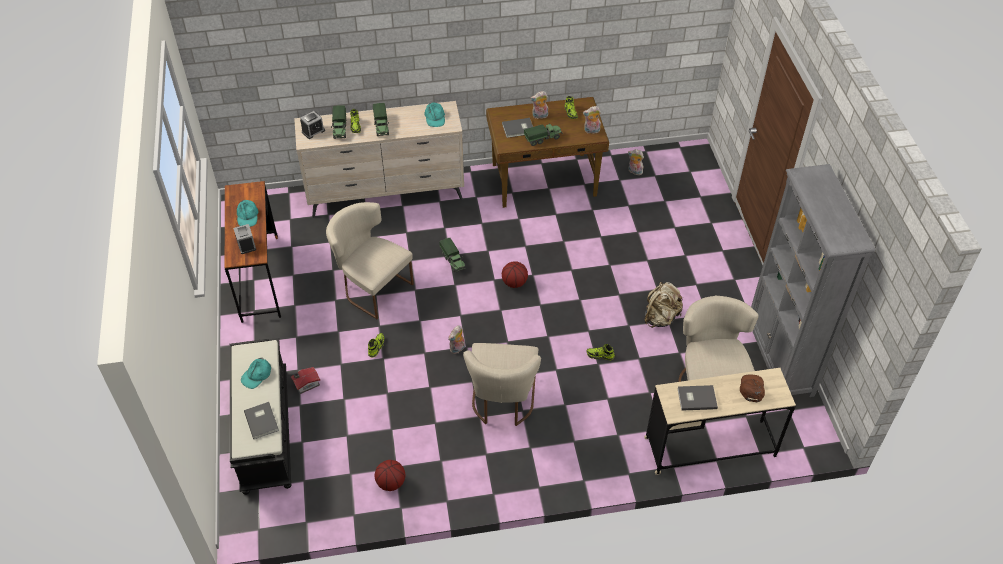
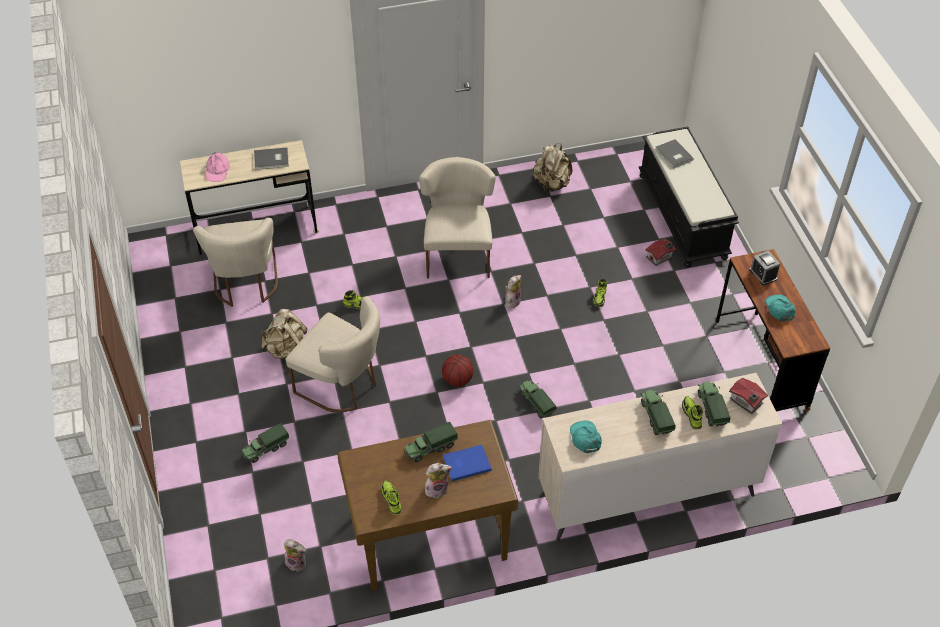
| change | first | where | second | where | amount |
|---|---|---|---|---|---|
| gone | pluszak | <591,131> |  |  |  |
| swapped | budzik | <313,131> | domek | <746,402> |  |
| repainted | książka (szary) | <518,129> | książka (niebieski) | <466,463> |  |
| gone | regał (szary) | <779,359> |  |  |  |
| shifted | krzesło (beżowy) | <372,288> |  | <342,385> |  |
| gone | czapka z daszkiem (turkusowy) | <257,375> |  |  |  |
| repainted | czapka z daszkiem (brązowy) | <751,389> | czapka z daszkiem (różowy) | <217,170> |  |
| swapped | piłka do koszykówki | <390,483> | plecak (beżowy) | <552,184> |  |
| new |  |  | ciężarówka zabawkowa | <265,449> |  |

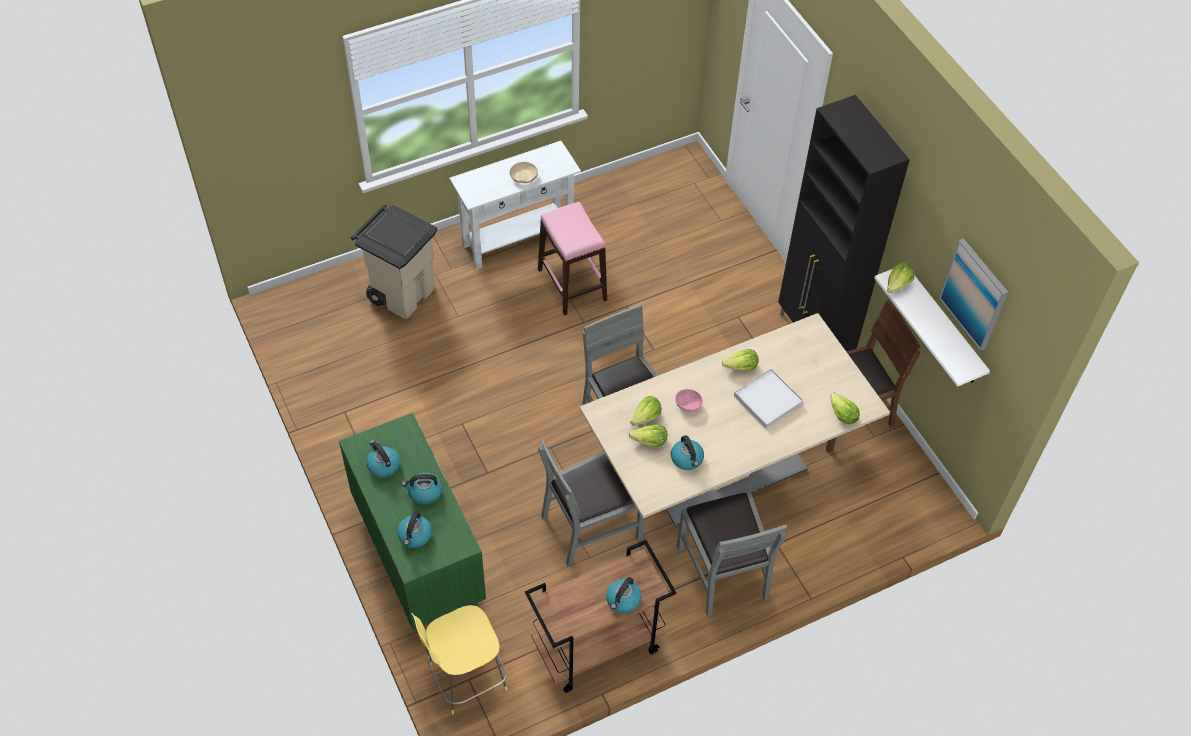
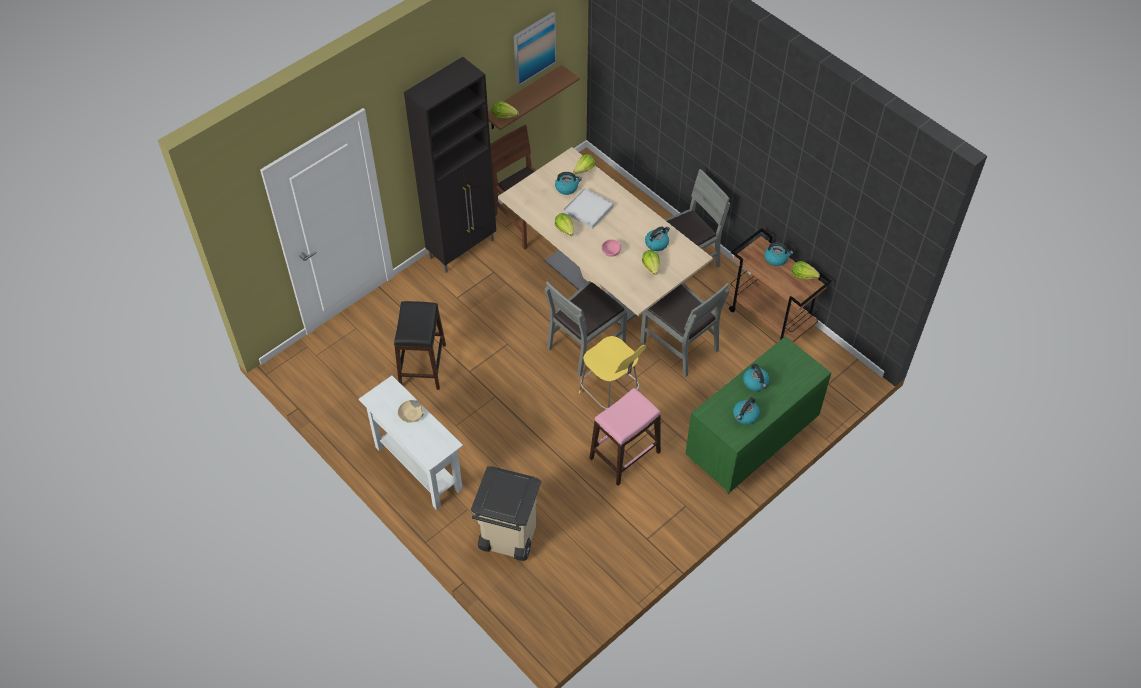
| change | first | where | second | where | amount |
|---|---|---|---|---|---|
| shifted | stołek (różowy) | <571,285> |  | <625,455> |  |
| repainted | półka (biały) | <942,327> | półka (brązowy) | <523,98> |  |
| shifted | sałata | <646,417> |  | <803,275> |  |
| shifted | czajnik | <415,536> |  | <567,187> |  |
| shifted | stołek (żółty) | <465,677> |  | <610,395> |  |
| new |  |  | stołek (czarny) | <422,366> |  |

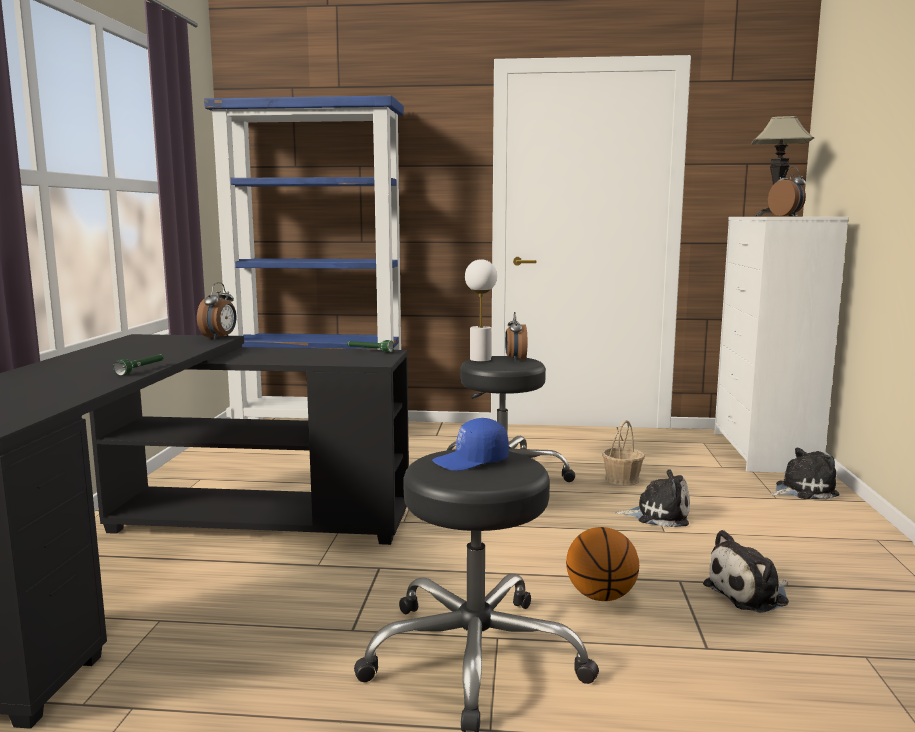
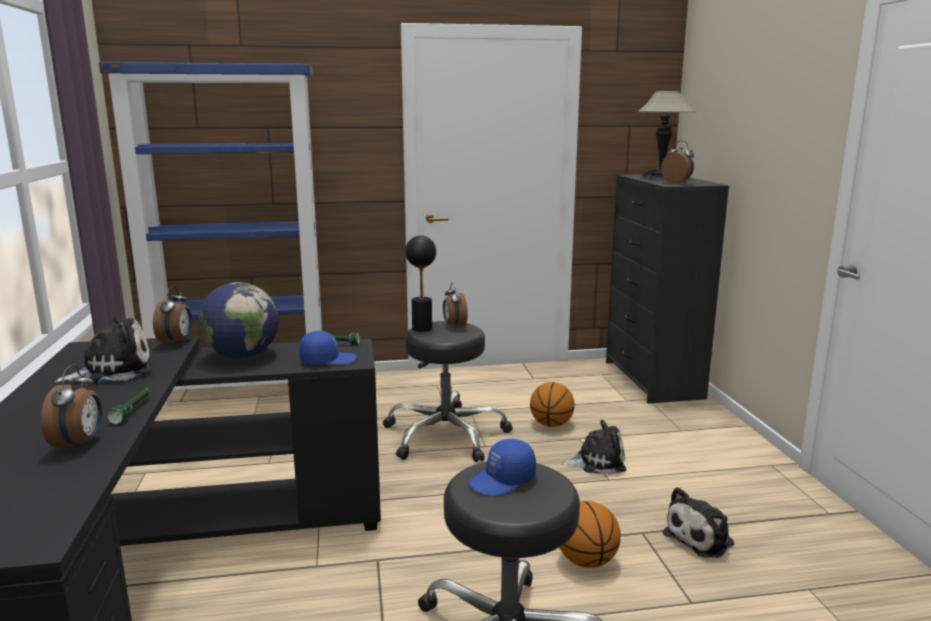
| change | first | where | second | where | amount |
|---|---|---|---|---|---|
| repainted | komoda (biały) | <764,452> | komoda (czarny) | <653,380> |  |
| repainted | lampa stołowa (biały) | <480,359> | lampa stołowa (czarny) | <422,328> |  |
| swapped | koszyk | <622,479> | piłka do koszykówki | <551,424> |  |
| shifted | pluszak | <802,490> |  | <113,371> |  |
| new |  |  | globus | <242,356> |  |
| new |  |  | czapka z daszkiem (niebieski) | <328,360> |  |
| new |  |  | budzik | <79,444> |  |

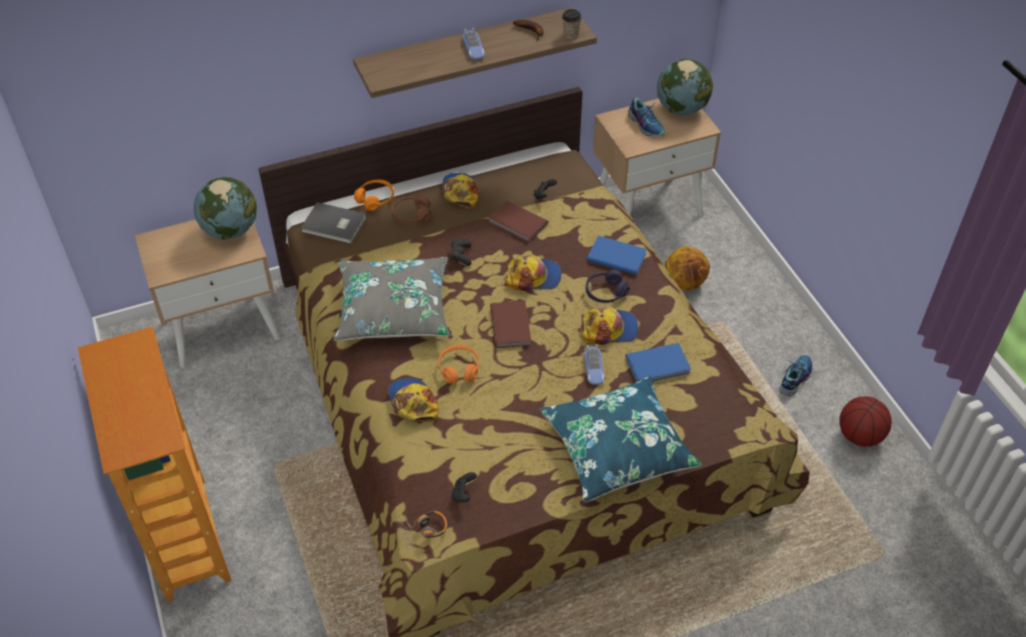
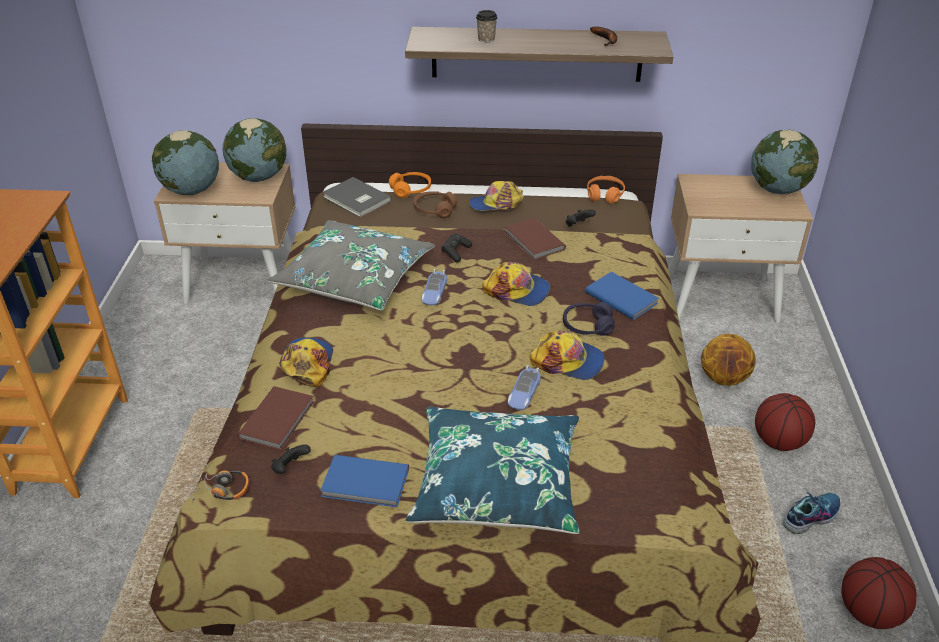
| change | first | where | second | where | amount |
|---|---|---|---|---|---|
| shifted | filiżanka | <571,34> |  | <486,39> |  |
| shifted | samochodzik | <473,48> |  | <434,292> |  |
| gone | but | <646,124> |  |  |  |
| rotated | czapka z daszkiem | <460,192> |  | <496,204> | 120 degrees counterclockwise |
| shifted | książka (brązowy) | <512,325> |  | <279,419> |  |
| shifted | książka (niebieski) | <659,366> |  | <366,484> |  |
| shifted | słuchawki (pomarańczowy) | <459,369> |  | <605,195> |  |
| new |  |  | globus | <191,191> |  |
| new |  |  | piłka do koszykówki | <779,441> |  |

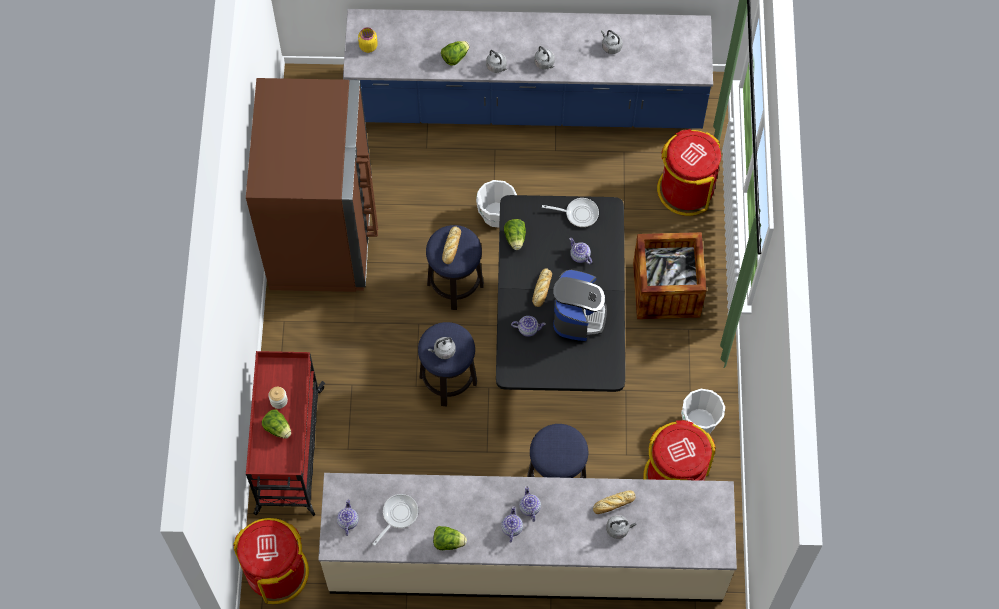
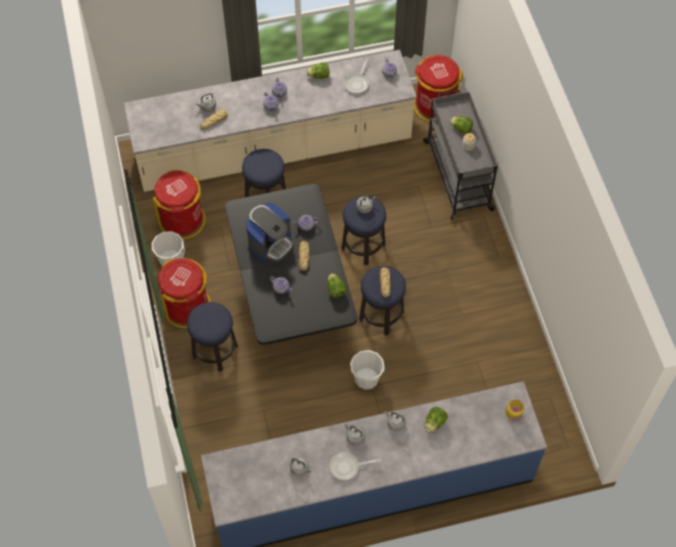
| change | first | where | second | where | amount |
|---|---|---|---|---|---|
| gone | lodówka (brązowy) | <322,234> |  |  |  |
| shifted | kosz na śmieci (czerwony) | <686,189> |  | <187,307> |  |
| shifted | patelnia | <578,213> |  | <347,467> |  |
| swapped | skrzynka | <666,289> | stołek | <215,351> |  |
| rotated | ekspres do kawy | <578,316> |  | <271,243> | 135 degrees counterclockwise |
| repainted | wózek (czerwony) | <289,452> | wózek (szary) | <457,174> |  |

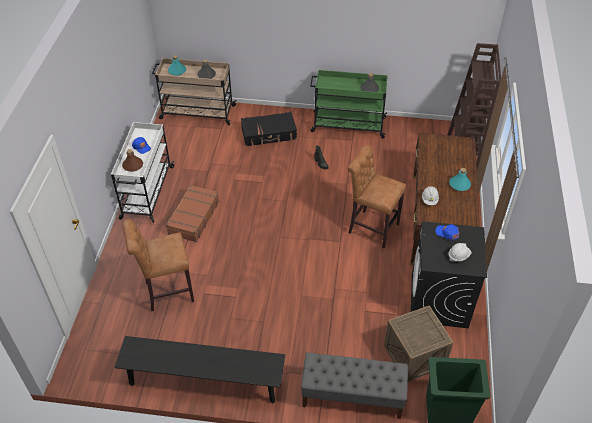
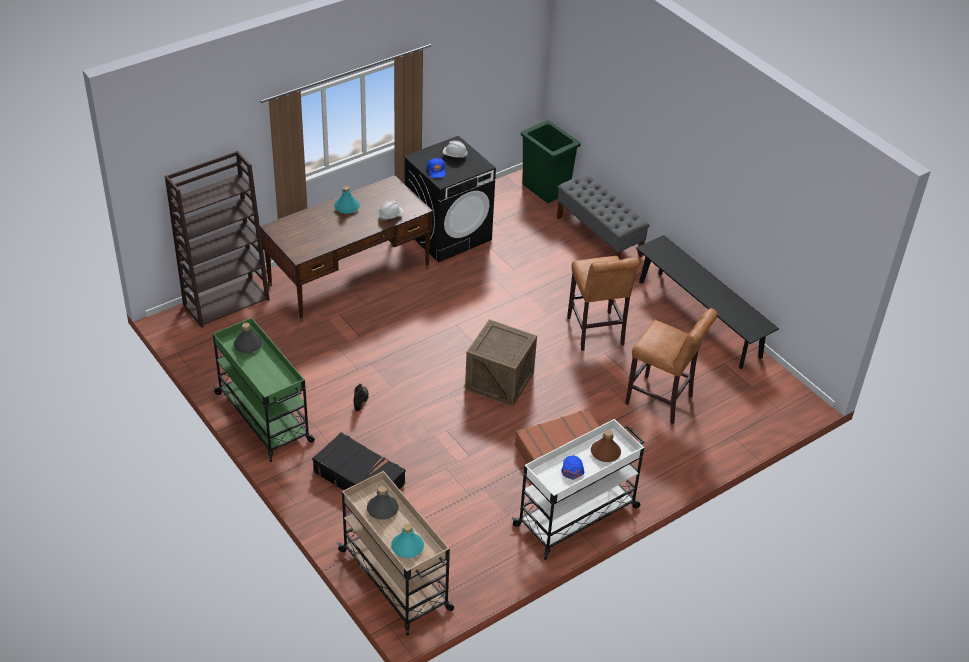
| change | first | where | second | where | amount |
|---|---|---|---|---|---|
| shifted | stołek (brązowy) | <371,227> |  | <596,333> |  |
| shifted | skrzynka | <414,356> |  | <499,381> |  |

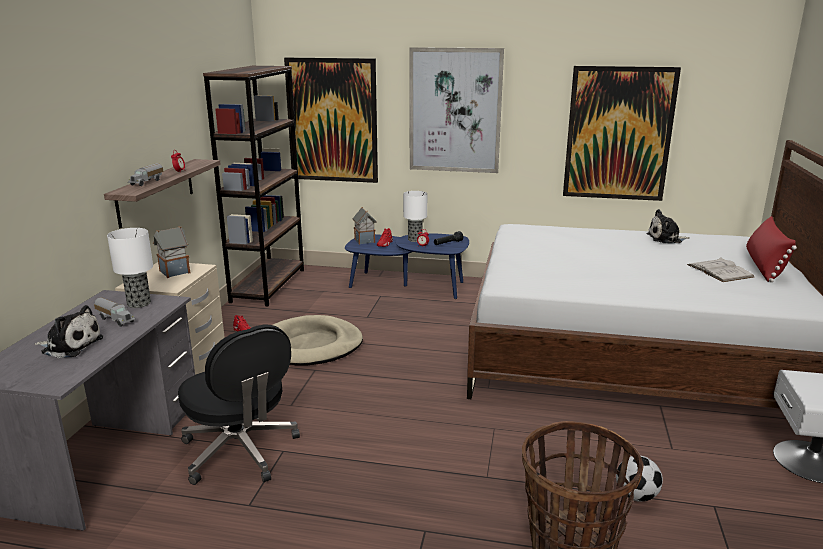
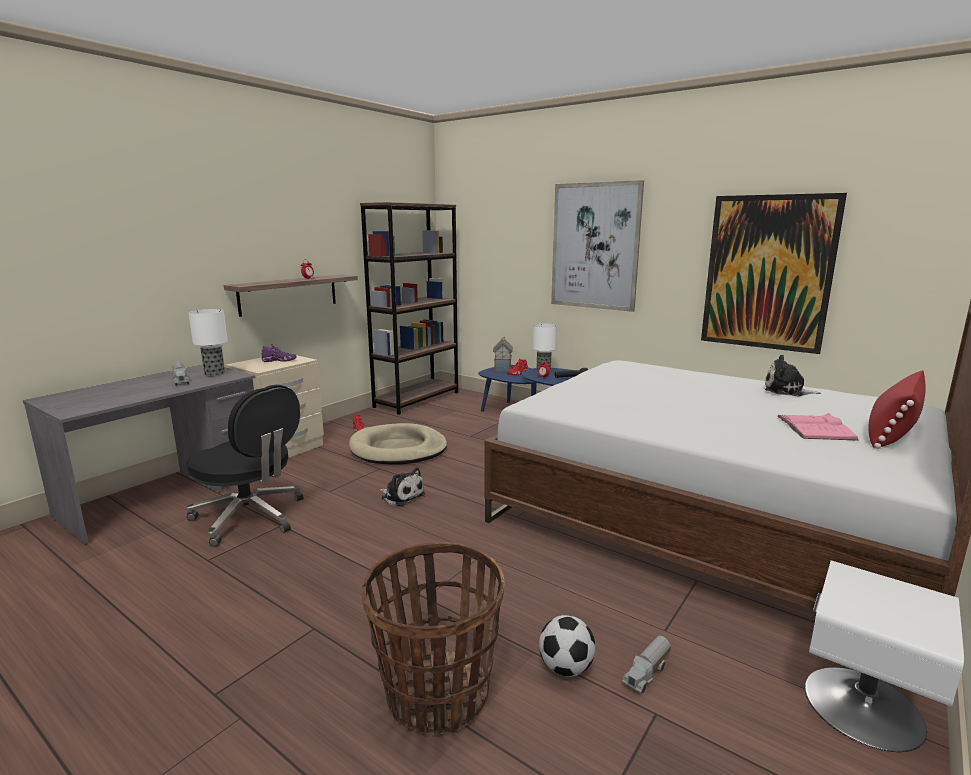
| change | first | where | second | where | amount |
|---|---|---|---|---|---|
| gone | obraz | <332,121> |  |  |  |
| shifted | ciężarówka zabawkowa | <147,182> |  | <647,674> |  |
| swapped | domek | <174,272> | but (fioletowy) | <279,360> |  |
| repainted | książka (biały) | <720,271> | książka (różowy) | <815,427> |  |
| shifted | pluszak | <70,345> |  | <401,496> |  |
| rotated | krzesło biurowe (czarny) | <240,452> |  | <251,517> | 45 degrees counterclockwise |

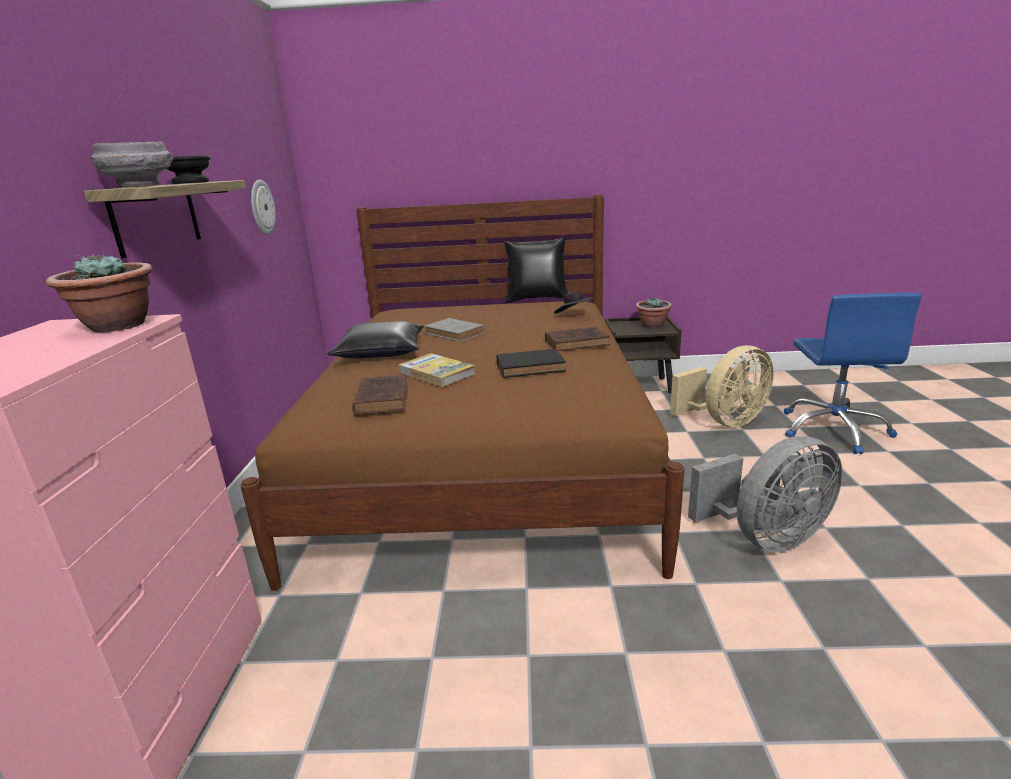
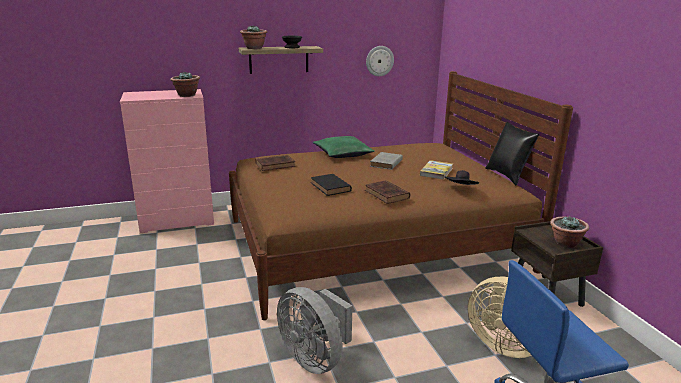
| change | first | where | second | where | amount |
|---|---|---|---|---|---|
| swapped | miska (szary) | <140,186> | roślina doniczkowa | <254,48> |  |
| repainted | poduszka (czarny) | <382,352> | poduszka (zielony) | <343,154> |  |
| shifted | książka | <436,373> |  | <436,172> |  |

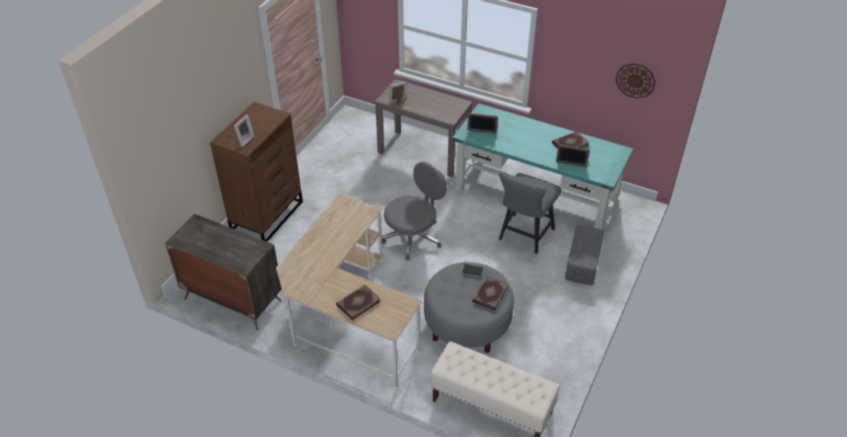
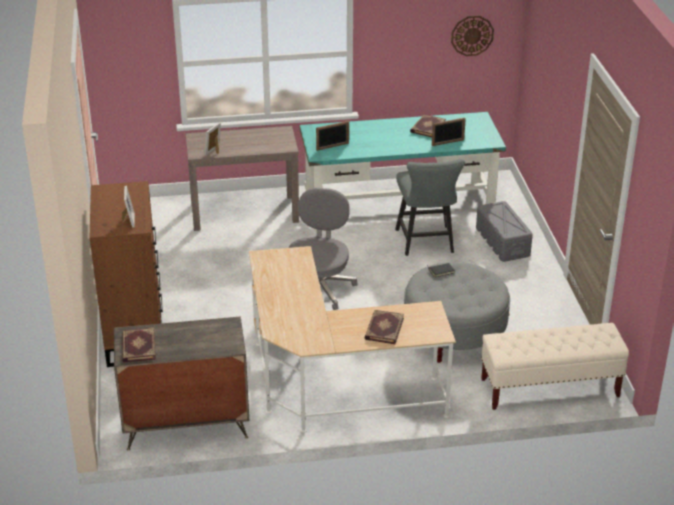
| change | first | where | second | where | amount |
|---|---|---|---|---|---|
| shifted | książka | <489,294> |  | <138,347> |  |

